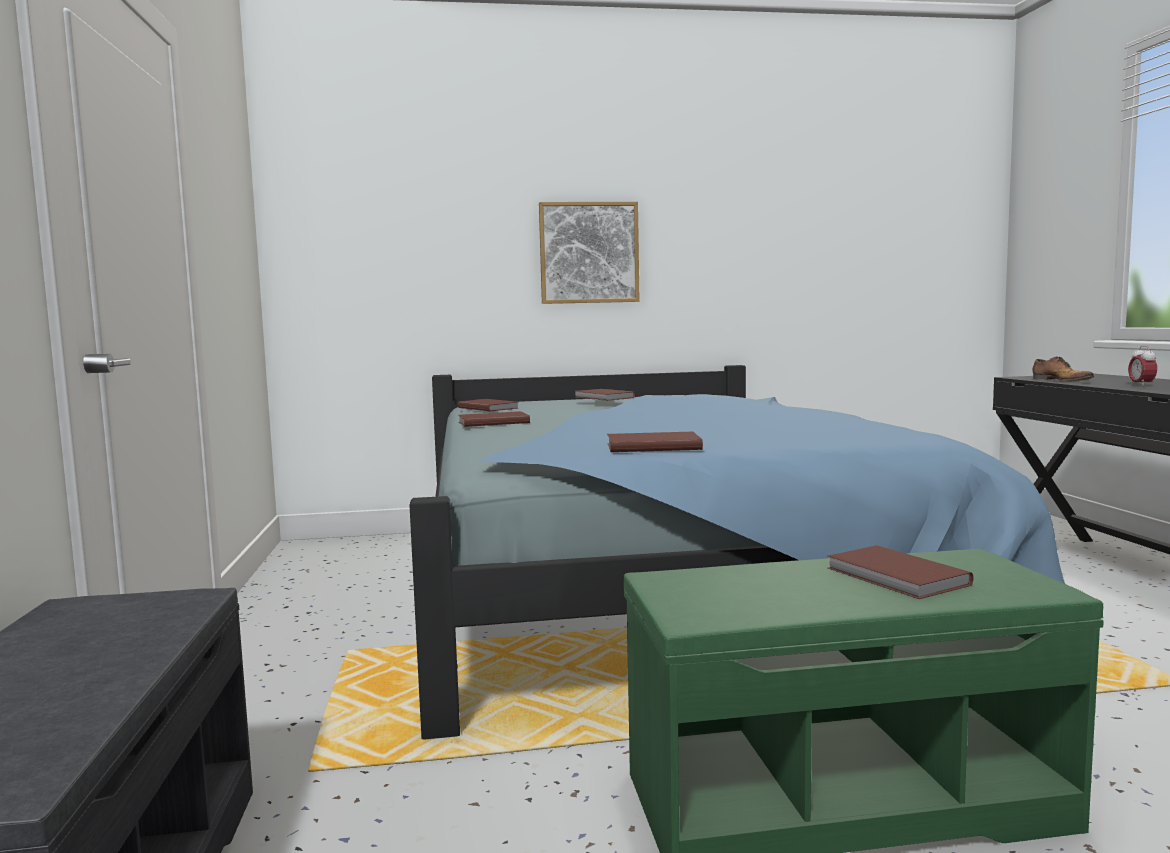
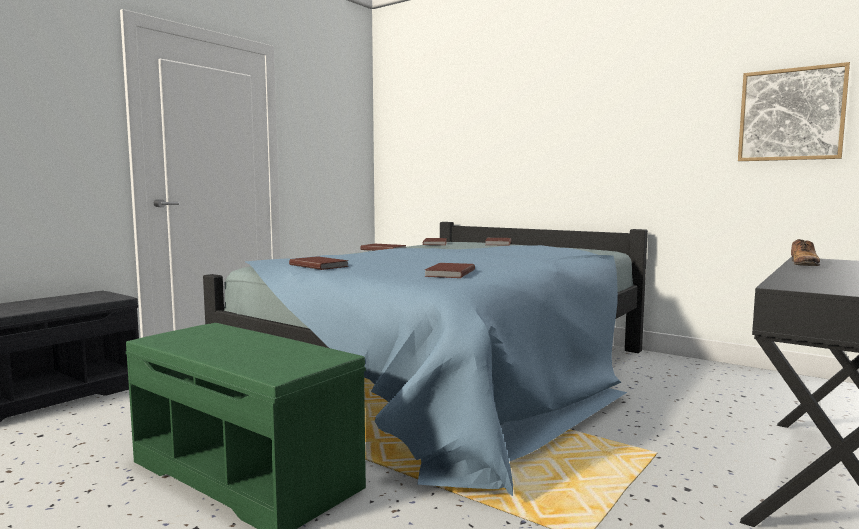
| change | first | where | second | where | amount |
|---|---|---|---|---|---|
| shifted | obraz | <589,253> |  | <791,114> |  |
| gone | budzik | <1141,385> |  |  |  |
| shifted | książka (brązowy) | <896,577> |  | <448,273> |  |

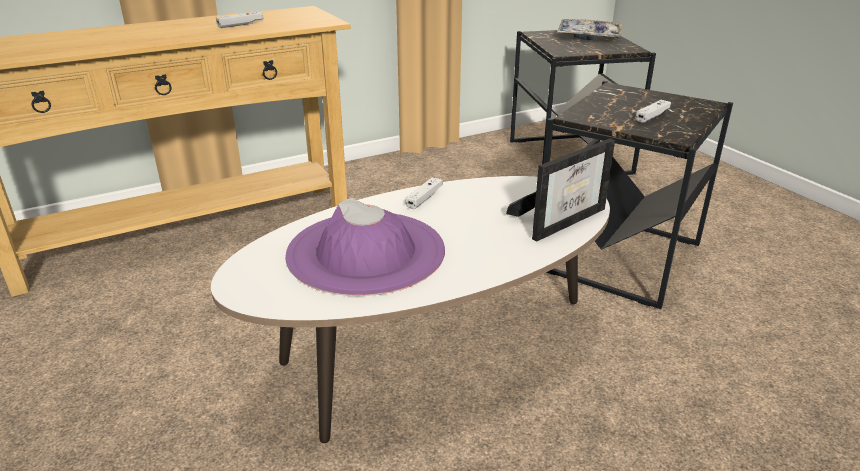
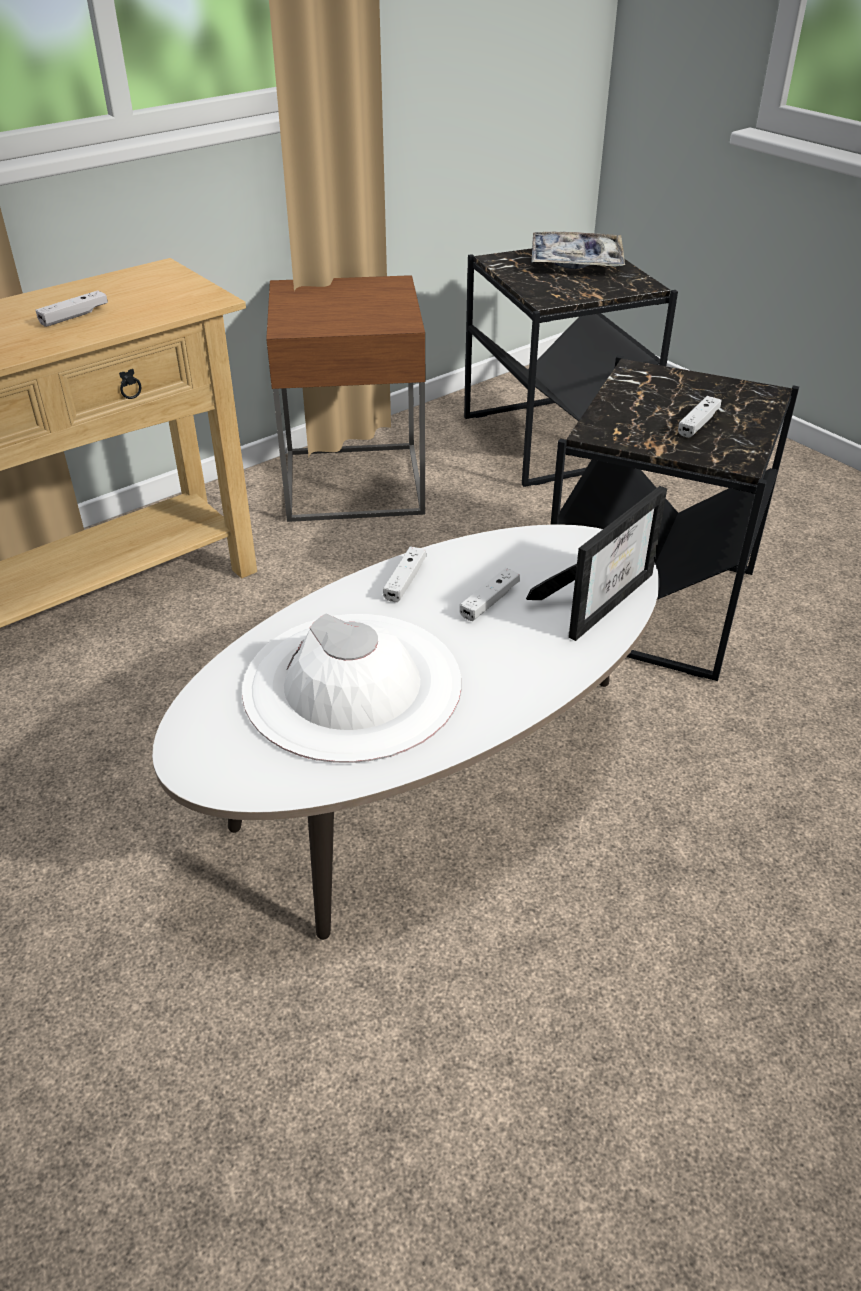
| change | first | where | second | where | amount |
|---|---|---|---|---|---|
| repainted | kapelusz (fioletowy) | <366,252> | kapelusz (biały) | <352,686> |  |
| new |  |  | stolik (brązowy) | <354,482> |  |
| new |  |  | pad do gier (biały) | <489,601> |  |

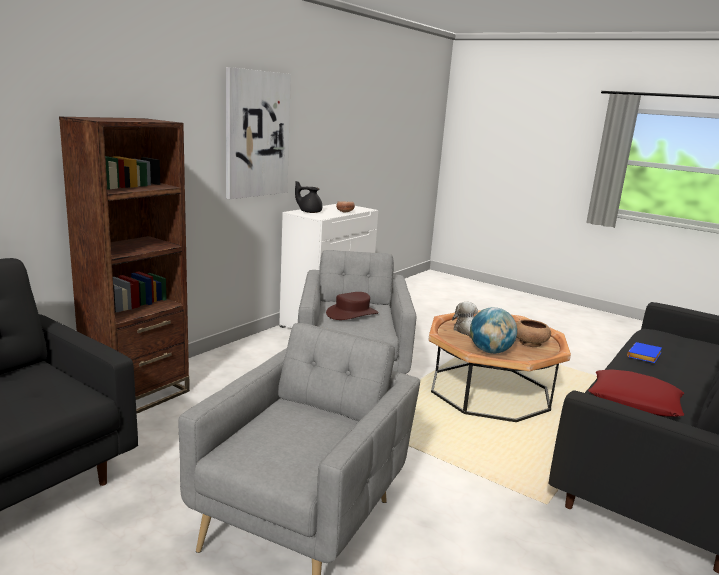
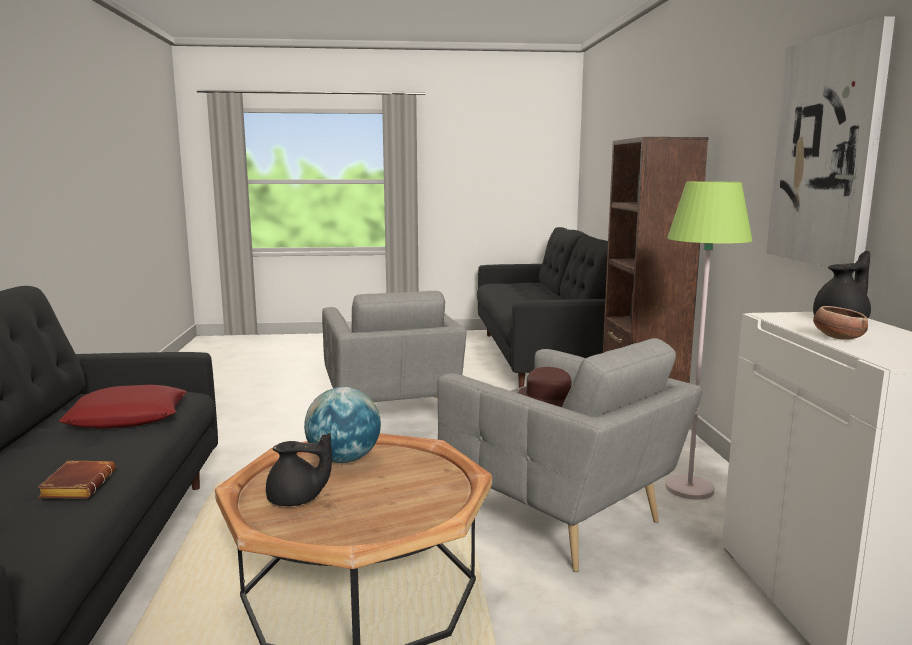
| change | first | where | second | where | amount |
|---|---|---|---|---|---|
| gone | pluszak | <466,331> |  |  |  |
| swapped | miska (brązowy) | <529,343> | imbryk (czarny) | <297,500> |  |
| repainted | książka (niebieski) | <644,356> | książka (brązowy) | <77,485> |  |
| new |  |  | lampa stojąca (zielony) | <689,488> |  |

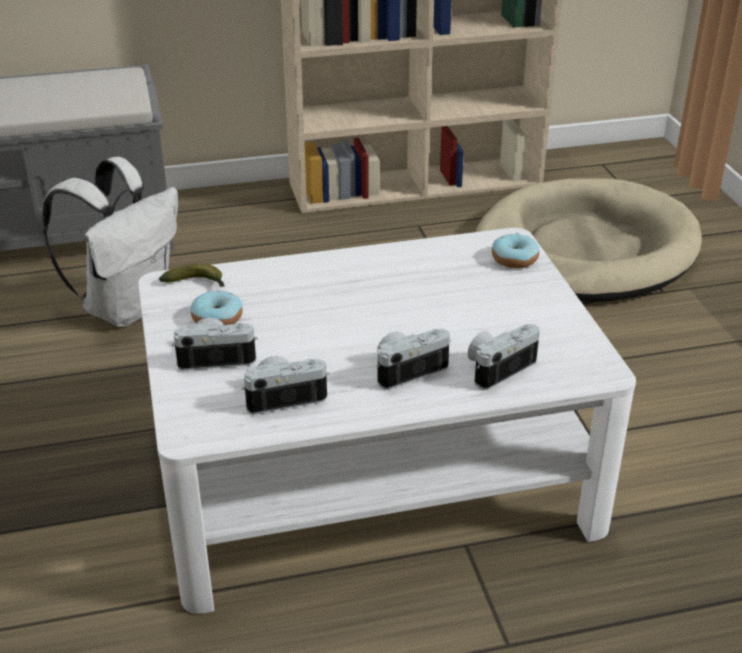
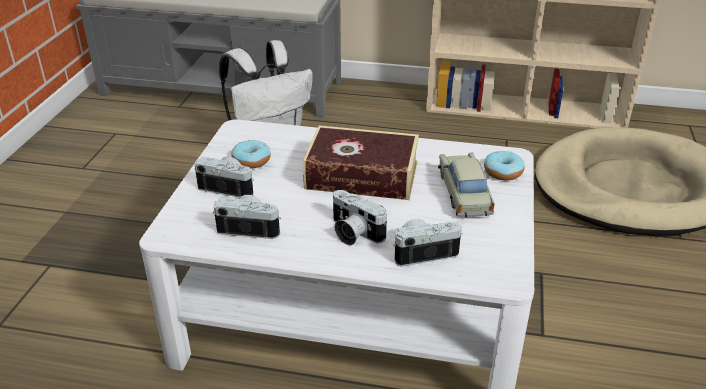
| change | first | where | second | where | amount |
|---|---|---|---|---|---|
| gone | banan | <198,284> |  |  |  |
| rotated | aparat fotograficzny | <407,369> |  | <353,233> | 135 degrees counterclockwise |
| new |  |  | książka | <362,175> |  |
| new |  |  | samochodzik (beżowy) | <464,193> |  |

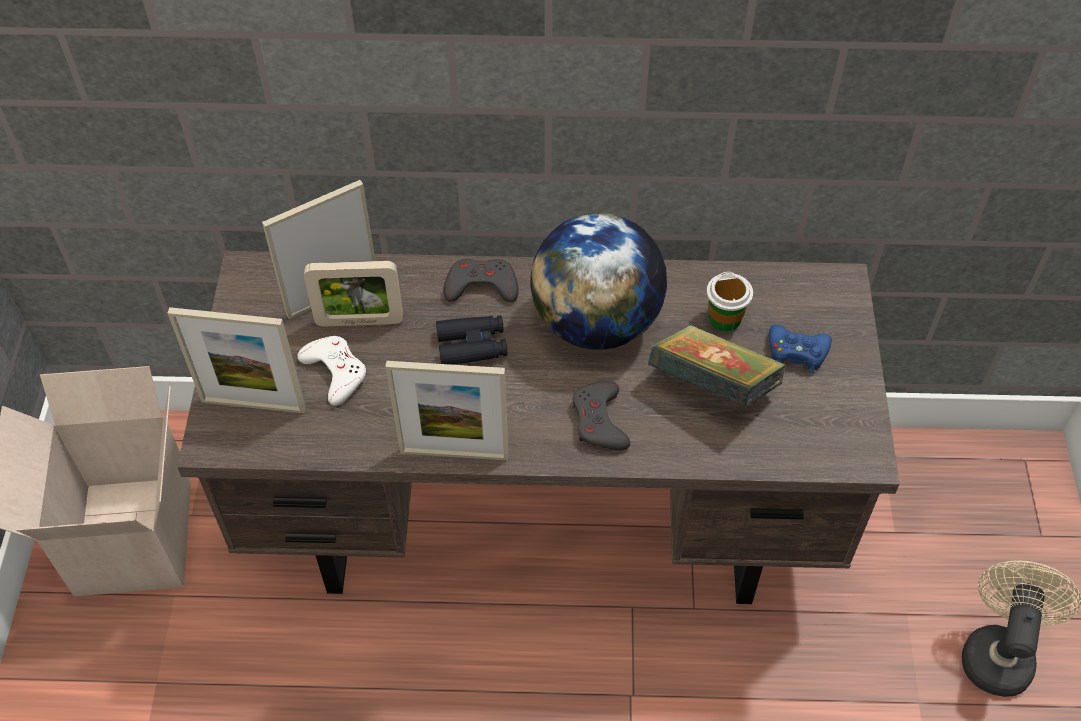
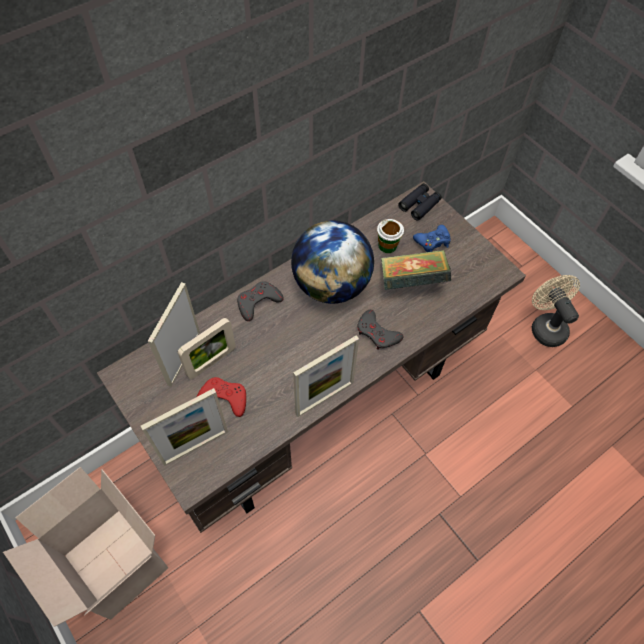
| change | first | where | second | where | amount |
|---|---|---|---|---|---|
| shifted | lornetka (czarny) | <472,345> |  | <419,205> |  |
| repainted | pad do gier (biały) | <335,372> | pad do gier (czerwony) | <224,398> |  |

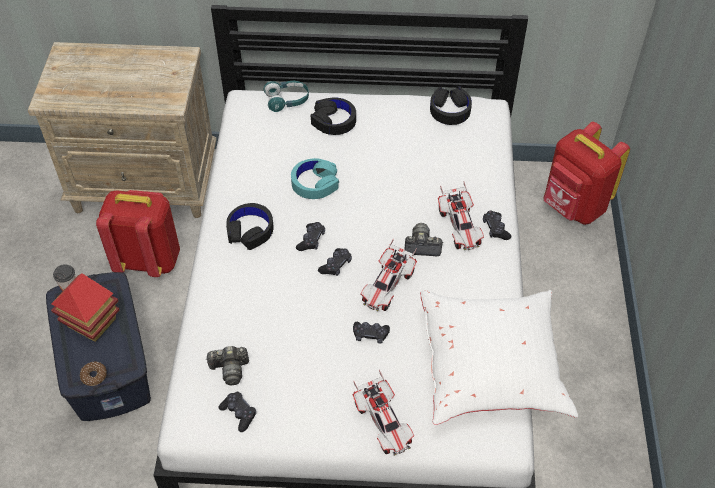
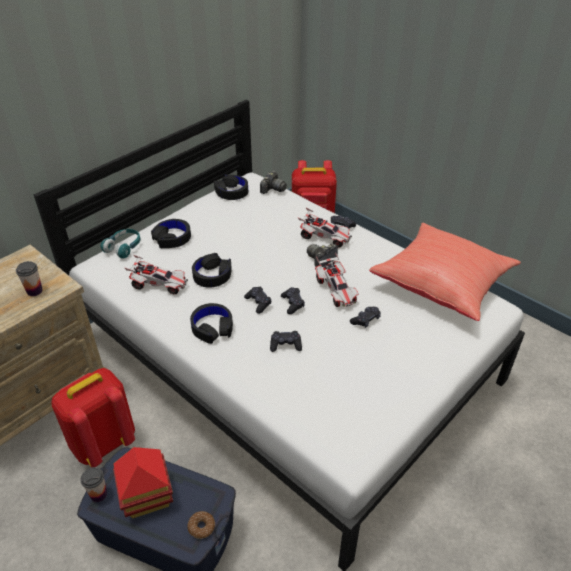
| change | first | where | second | where | amount |
|---|---|---|---|---|---|
| repainted | słuchawki (turkusowy) | <315,183> | słuchawki (czarny) | <212,275> |  |
| repainted | poduszka (biały) | <492,368> | poduszka (czerwony) | <442,284> |  |
| shifted | aparat fotograficzny | <230,369> |  | <273,189> |  |
| shifted | samochodzik | <383,423> |  | <159,284> |  |
| shifted | pad do gier (czarny) | <239,413> |  | <285,345> |  |
| new |  |  | filiżanka | <34,291> |  |

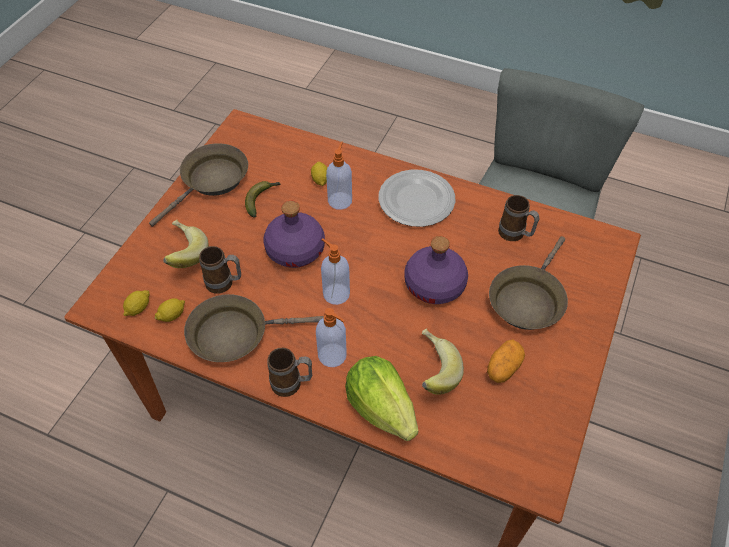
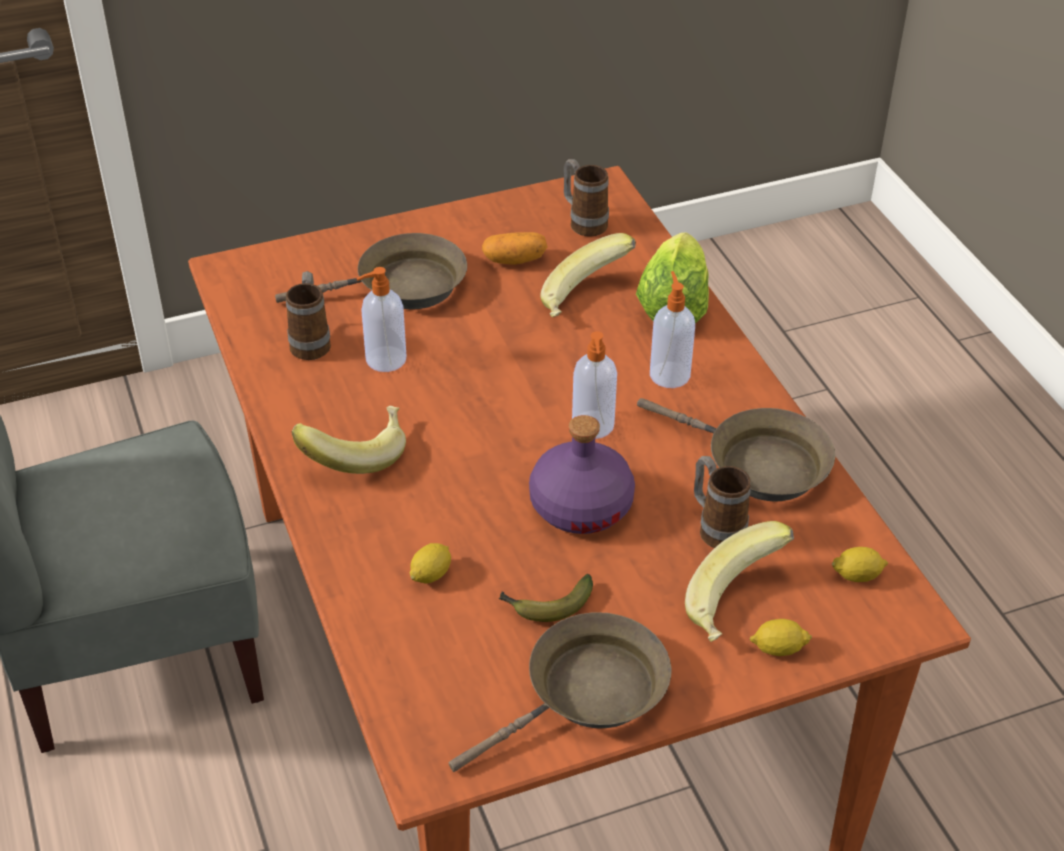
| change | first | where | second | where | amount |
|---|---|---|---|---|---|
| shifted | dozownik mydła | <340,200> |  | <384,360> |  |
| rotated | patelnia (brązowy) | <211,181> |  | <588,693> | 150 degrees clockwise |
| swapped | talerz | <416,201> | banan | <355,454> |  |
| gone | butelka (fioletowy) | <435,284> |  |  |  |
| shifted | cytryna | <172,315> |  | <778,649> |  |
| shifted | kubek | <292,384> |  | <583,222> |  |

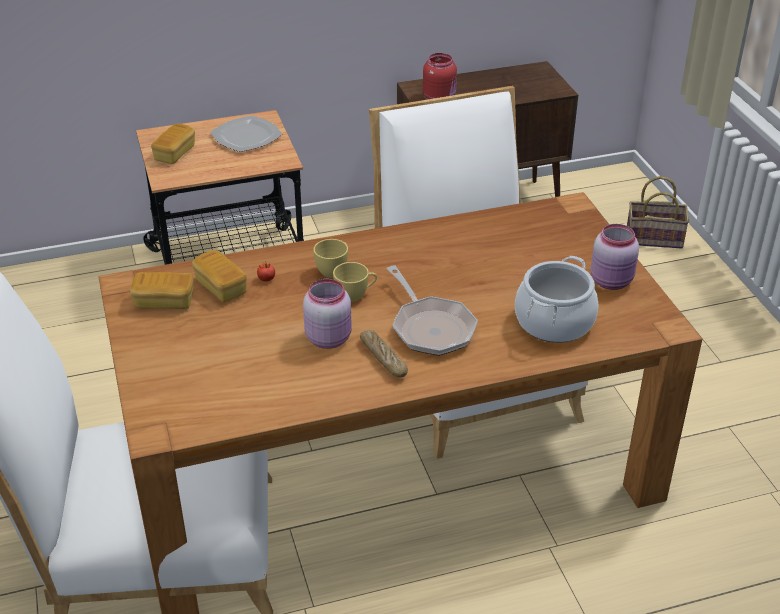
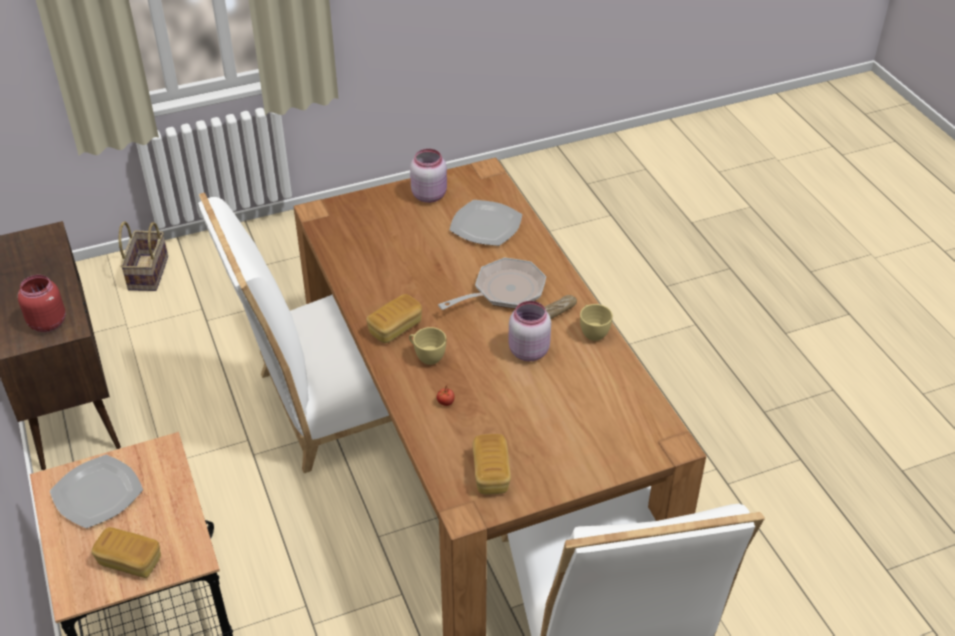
| change | first | where | second | where | amount |
|---|---|---|---|---|---|
| shifted | chleb | <221,287> |  | <395,328> |  |
| swapped | garnek | <554,322> | talerz | <486,225> |  |
| shifted | filiżanka (żółty) | <355,295> |  | <592,332> |  |

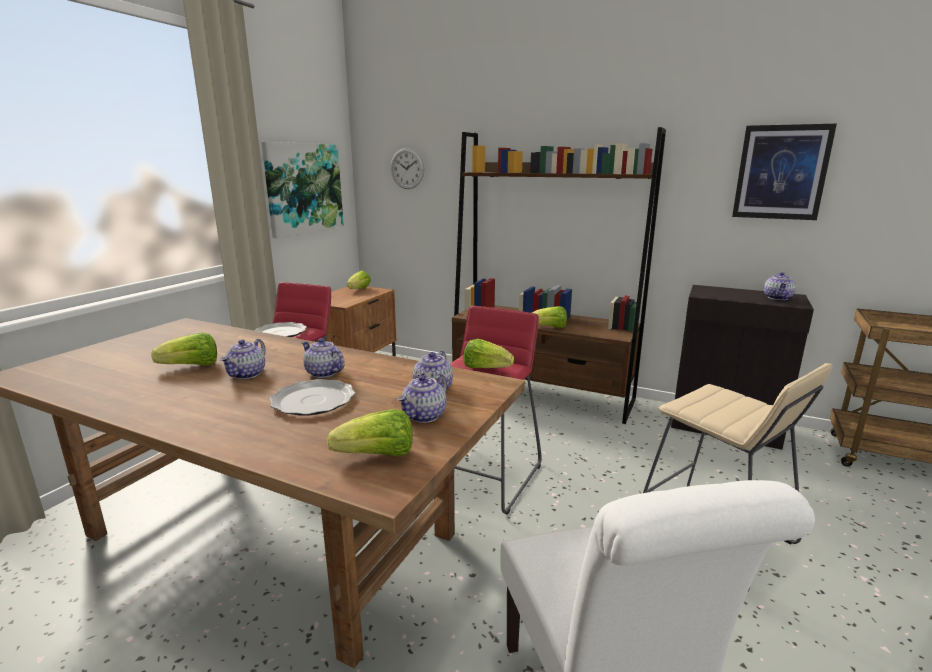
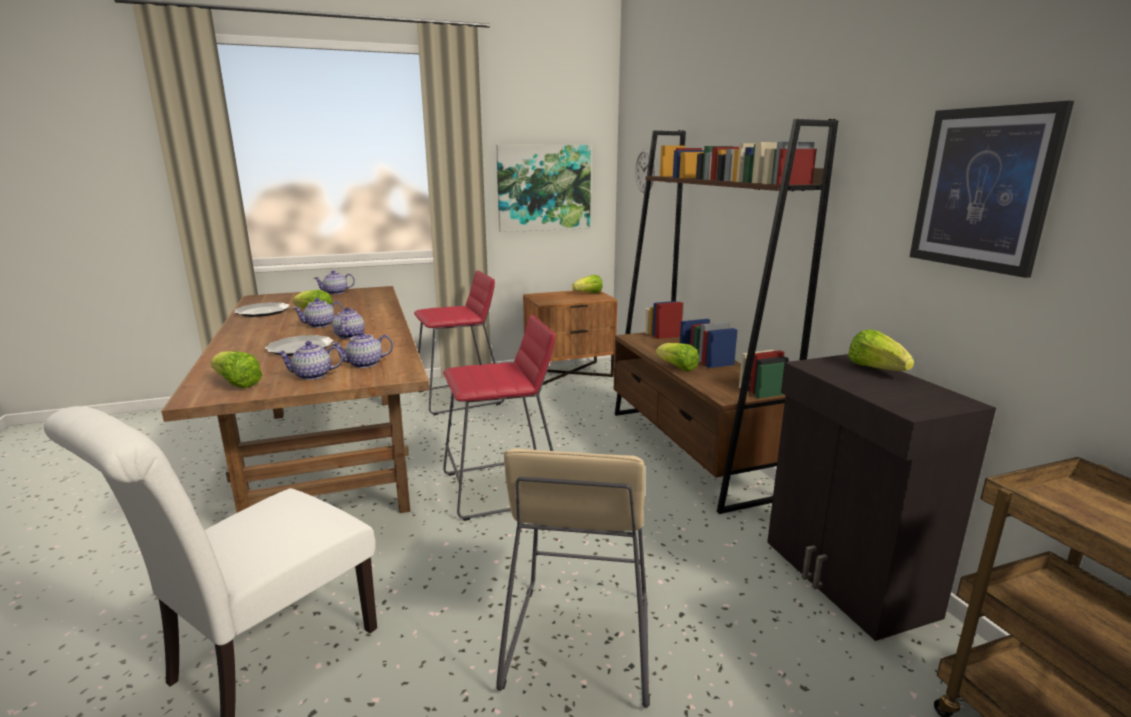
| change | first | where | second | where | amount |
|---|---|---|---|---|---|
| shifted | imbryk | <778,298> |  | <335,292> |  |
| shifted | talerz | <281,333> |  | <263,312> |  |
| shifted | sałata | <485,368> |  | <876,369> |  |

